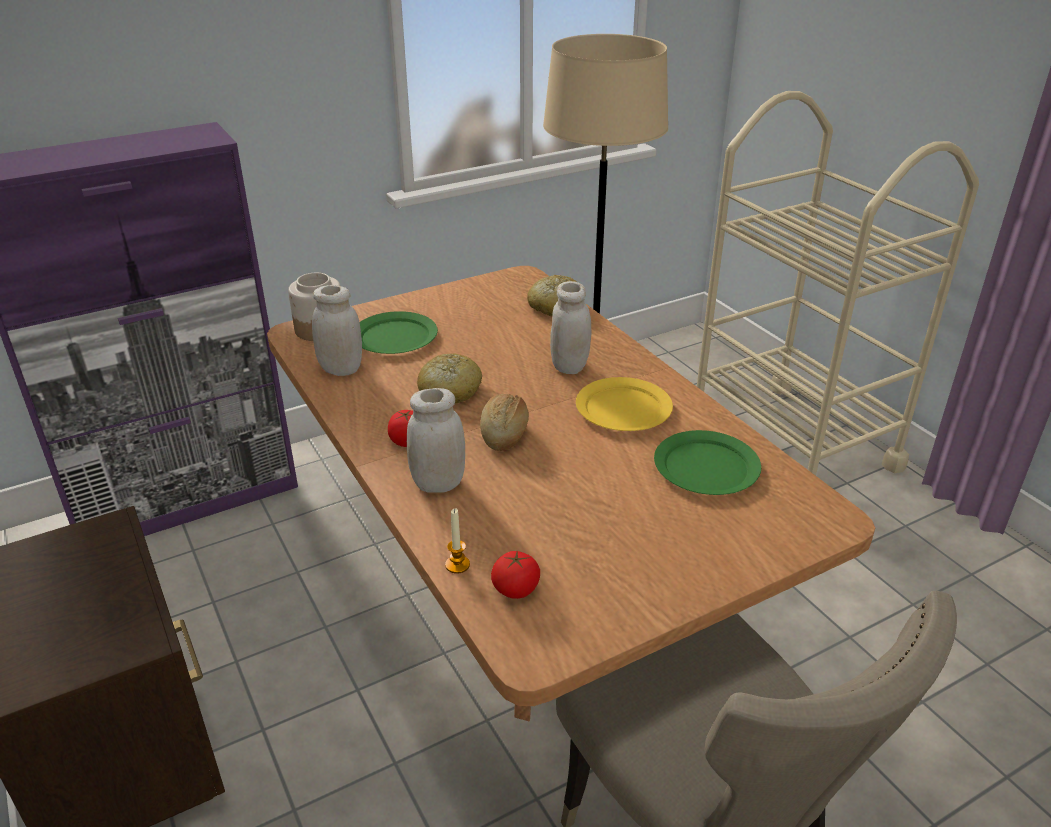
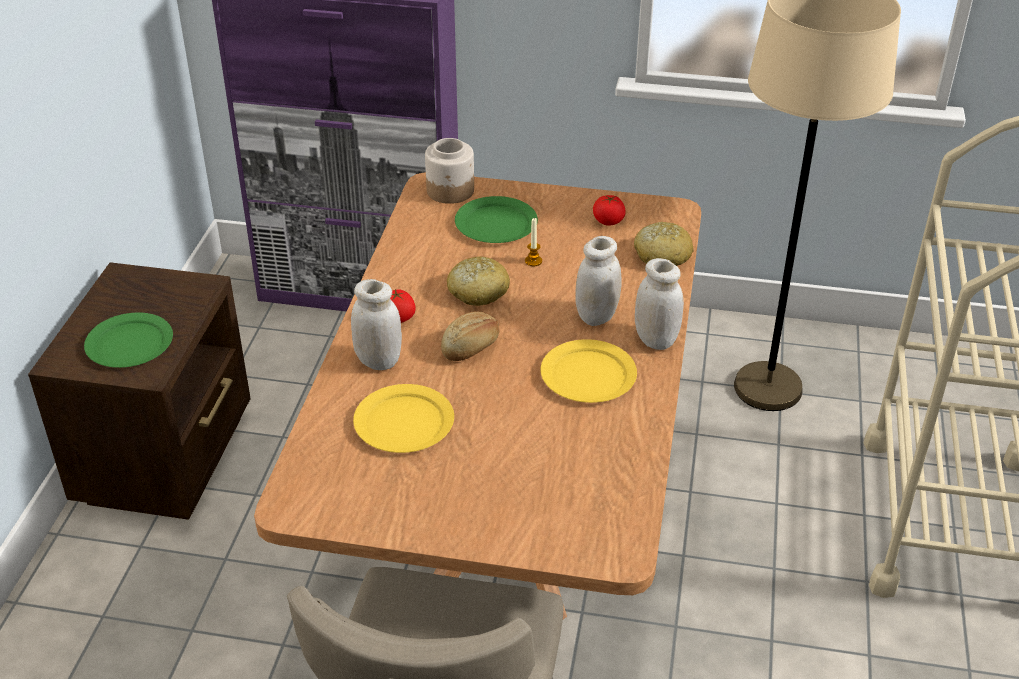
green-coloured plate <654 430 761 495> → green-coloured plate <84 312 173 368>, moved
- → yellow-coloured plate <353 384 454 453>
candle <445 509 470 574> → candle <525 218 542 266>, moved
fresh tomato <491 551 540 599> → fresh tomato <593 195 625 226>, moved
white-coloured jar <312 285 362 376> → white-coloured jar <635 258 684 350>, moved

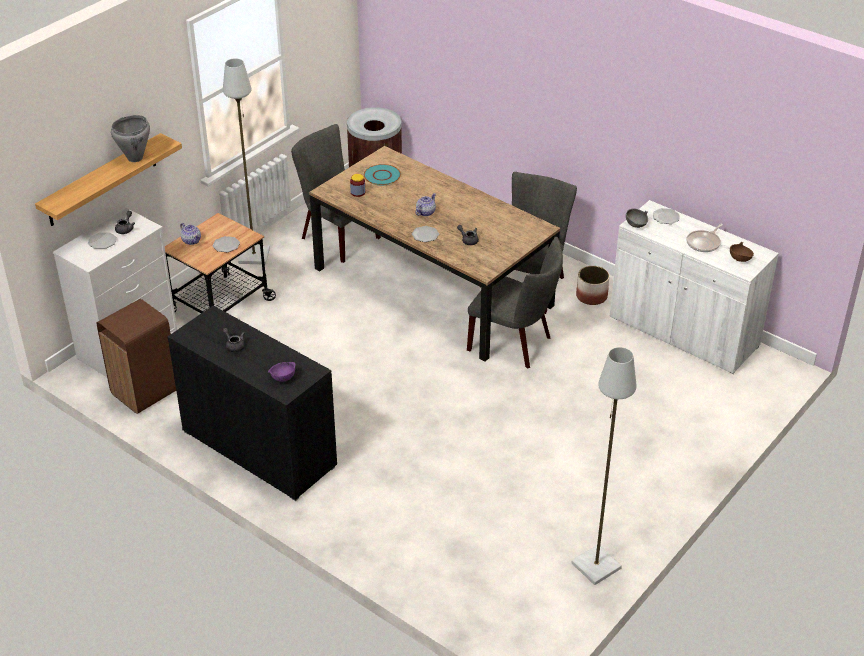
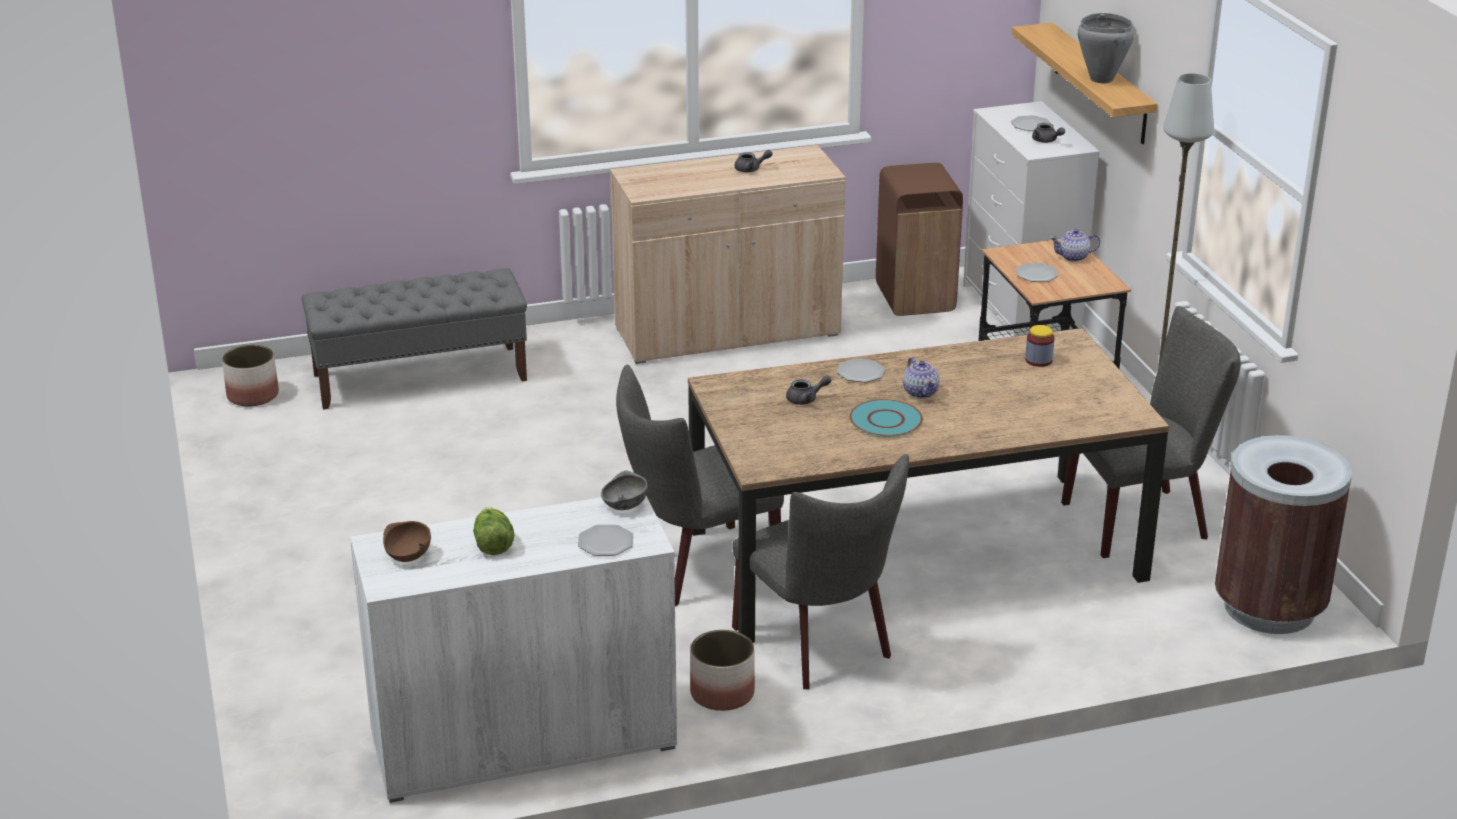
- → plant pot <222 345 279 406>
- → gray indoor bench <301 268 527 410>
frying pan <686 224 723 252> → head of lettuce <473 507 514 555>
black-coloured storage cabinet <168 305 337 501> → sand-coloured storage cabinet <610 145 846 364>
turquoise-coloured plate <364 164 401 185> → turquoise-coloured plate <849 399 923 437>, moved
purplish deep dish <268 362 296 382> → -
gray standard lamp <571 347 637 585> → -

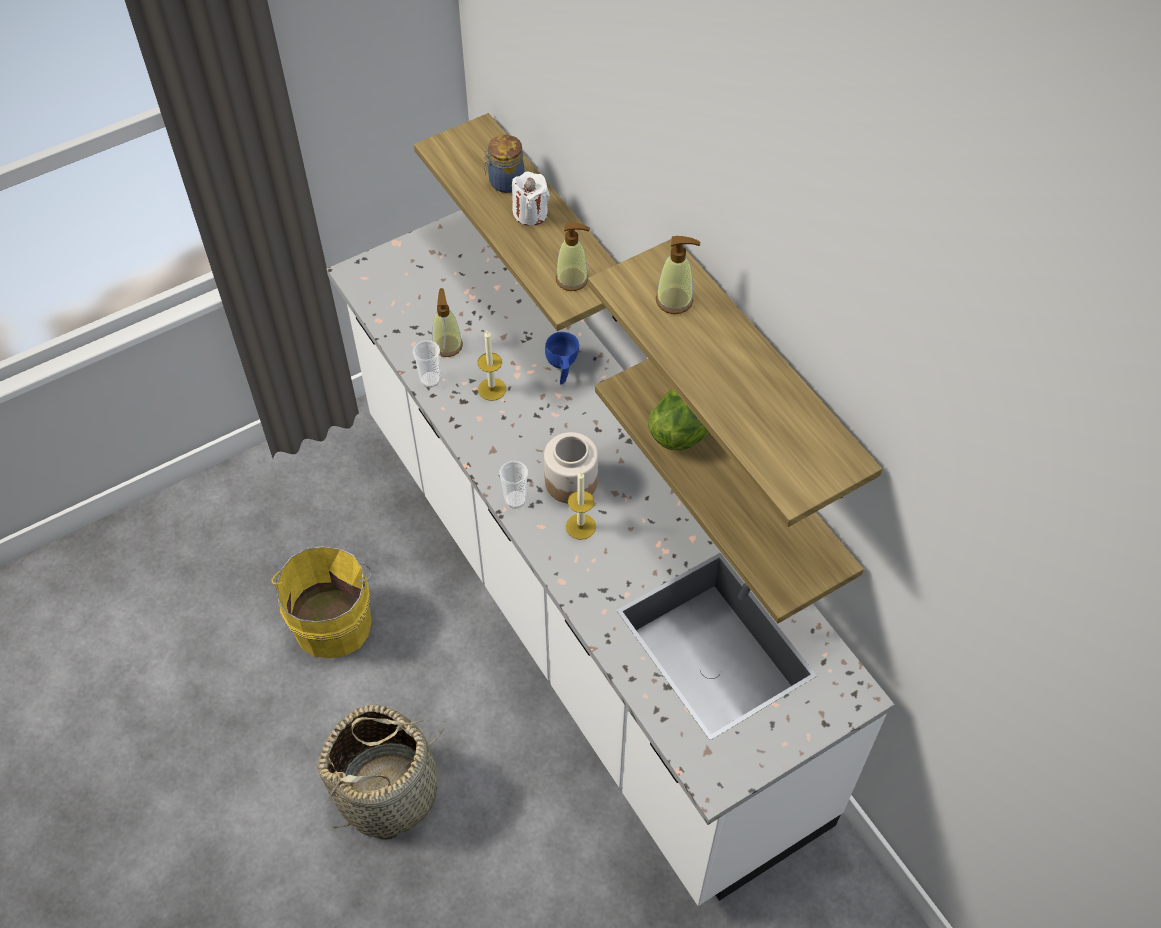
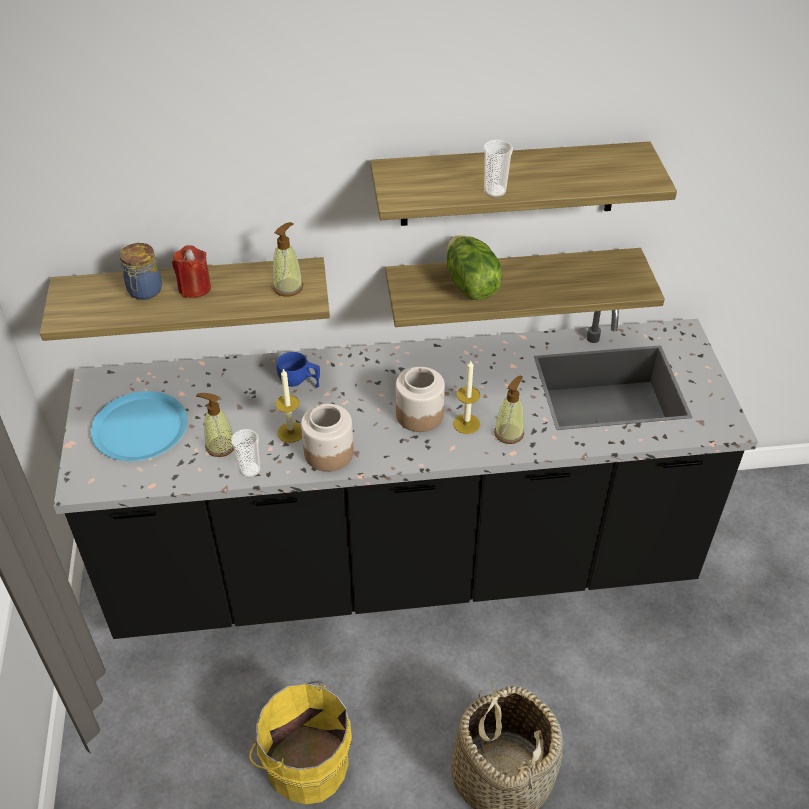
white-coloured counter <326 210 895 906> → black-coloured counter <54 310 758 639>
- → bluish plate <91 391 188 461>
white-coloured candle <512 171 550 226> → reddish candle <172 245 211 298>
- → jar <301 404 354 472>
small cup <499 461 528 509> → small cup <484 140 513 197>, moved
liquid soap bottle <656 236 700 314> → liquid soap bottle <494 376 524 444>, moved

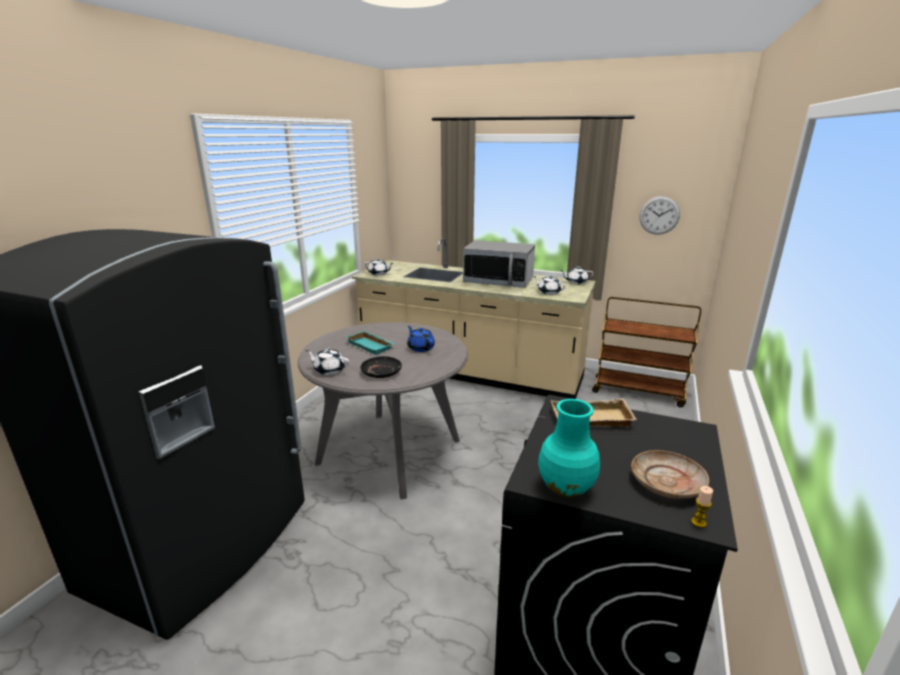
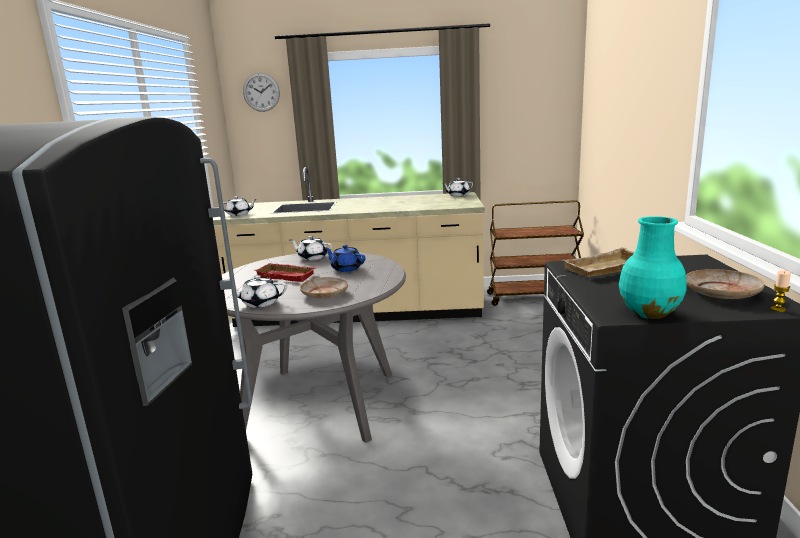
wall clock <639 196 680 235> → wall clock <243 73 280 112>, moved
turquoise-coloured tray <345 331 395 355> → reddish tray <253 263 316 282>
white-coloured tea pot <534 275 566 295> → white-coloured tea pot <290 236 332 260>, moved
black-coloured plate <361 356 402 378> → sand-coloured plate <300 277 348 298>
kitchen microwave <463 240 535 288> → -

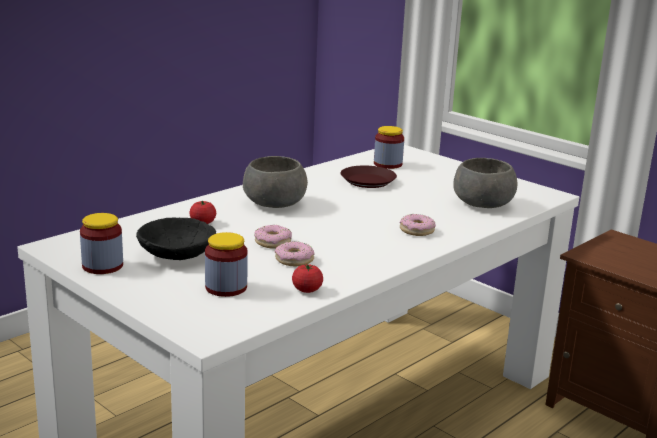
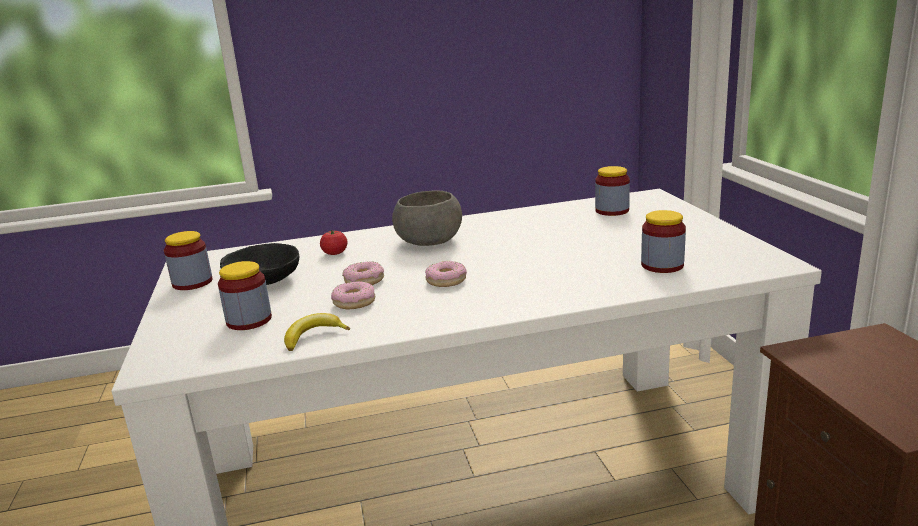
fresh tomato <292 264 323 293> → whole banana <284 313 350 351>
ring doughnut <400 214 436 236> → ring doughnut <425 261 467 287>, moved
gray deep dish <453 158 518 208> → jar <641 210 686 273>
brown plate <341 165 397 188> → -

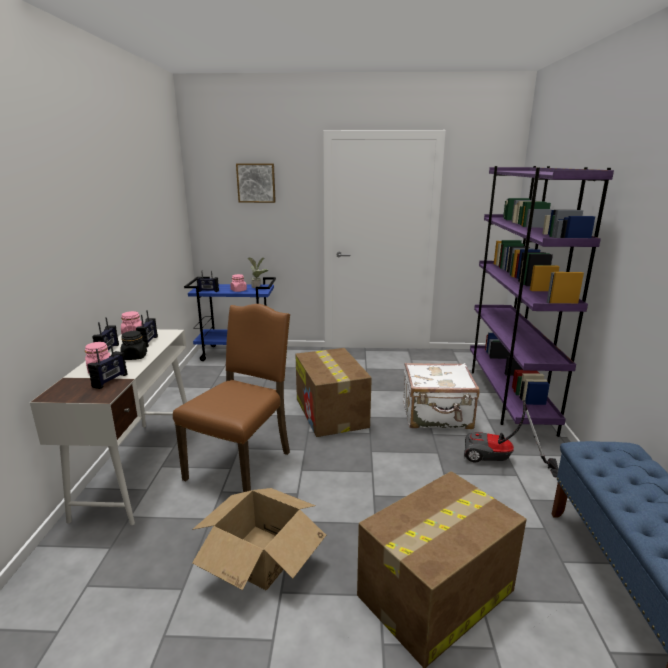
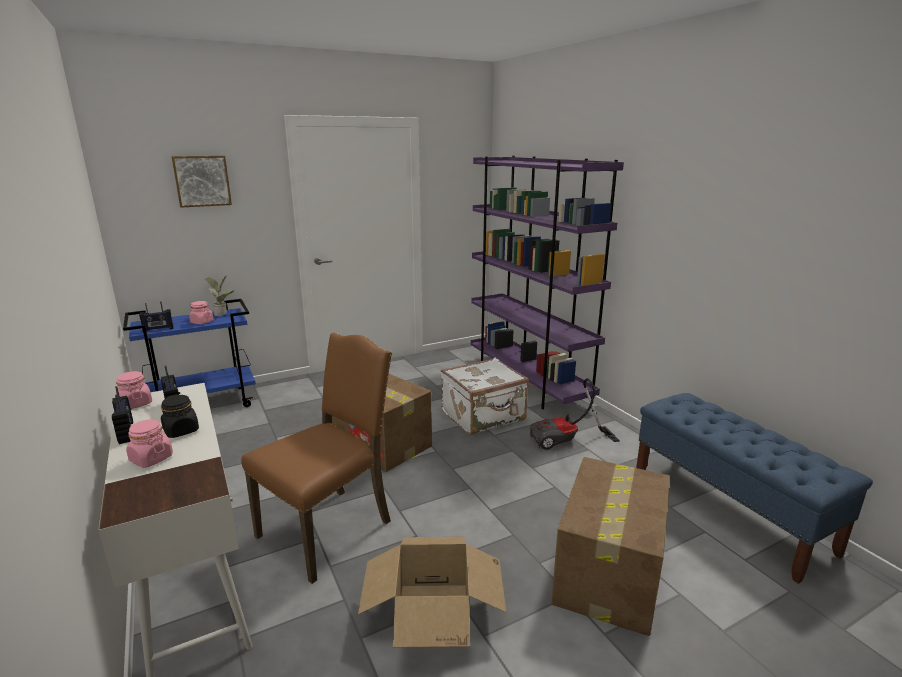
brown chair <173 304 290 492> → brown chair <241 333 392 584>, 45 degrees clockwise
radio receiver <87 343 127 389> → -

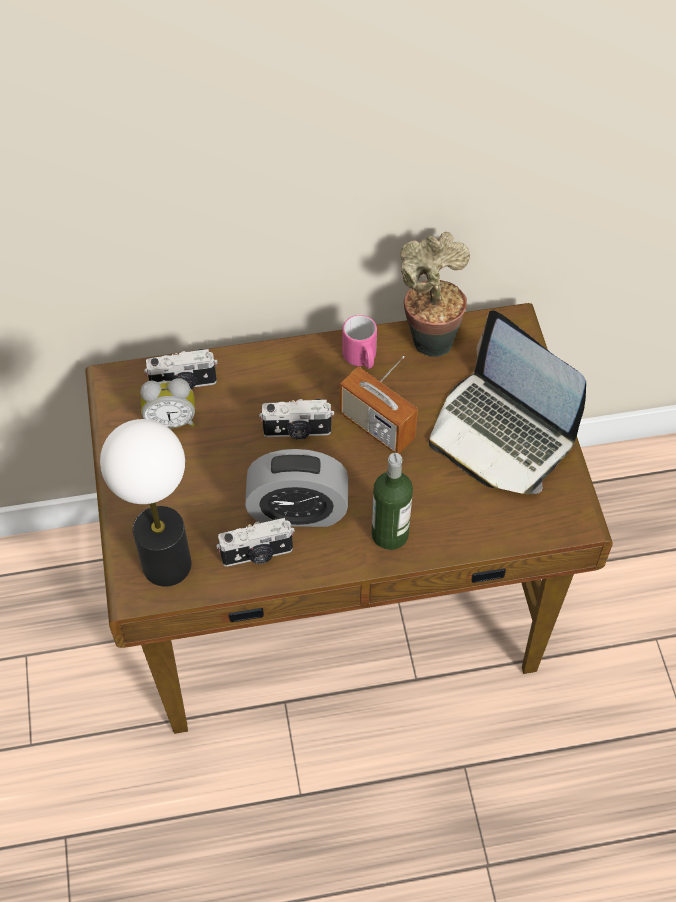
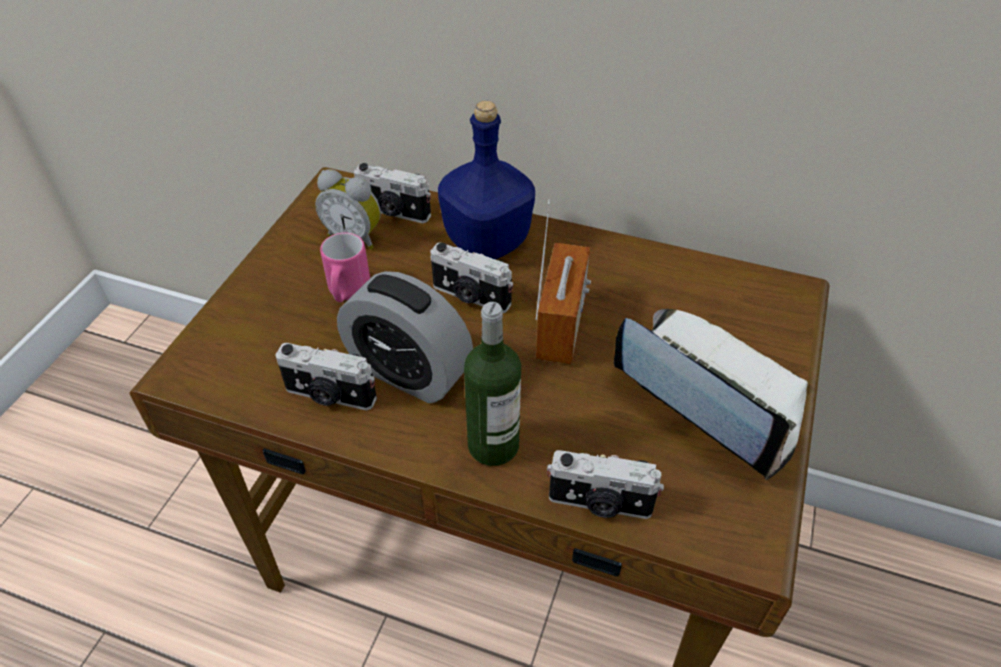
pink-coloured coffee mug <343 315 377 369> → pink-coloured coffee mug <320 233 370 302>, moved
- → bluish drink bottle <438 101 535 259>
radio receiver <340 356 418 453> → radio receiver <535 200 591 364>, 150 degrees counterclockwise
- → photo camera <547 450 664 519>
notebook computer <429 310 586 494> → notebook computer <614 309 808 480>, 150 degrees clockwise
table lamp <100 419 191 587> → -
plant in a pot <400 232 470 357> → -

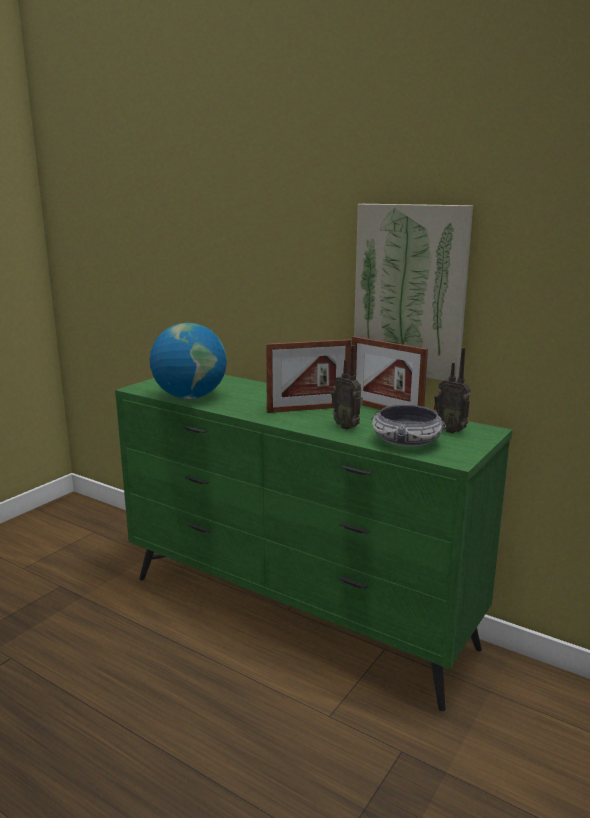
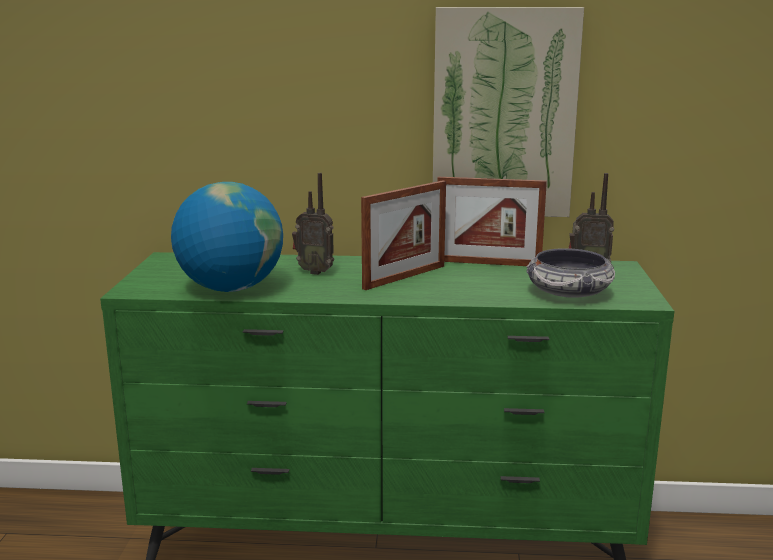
radio receiver <331 345 363 430> → radio receiver <292 173 334 275>, moved

